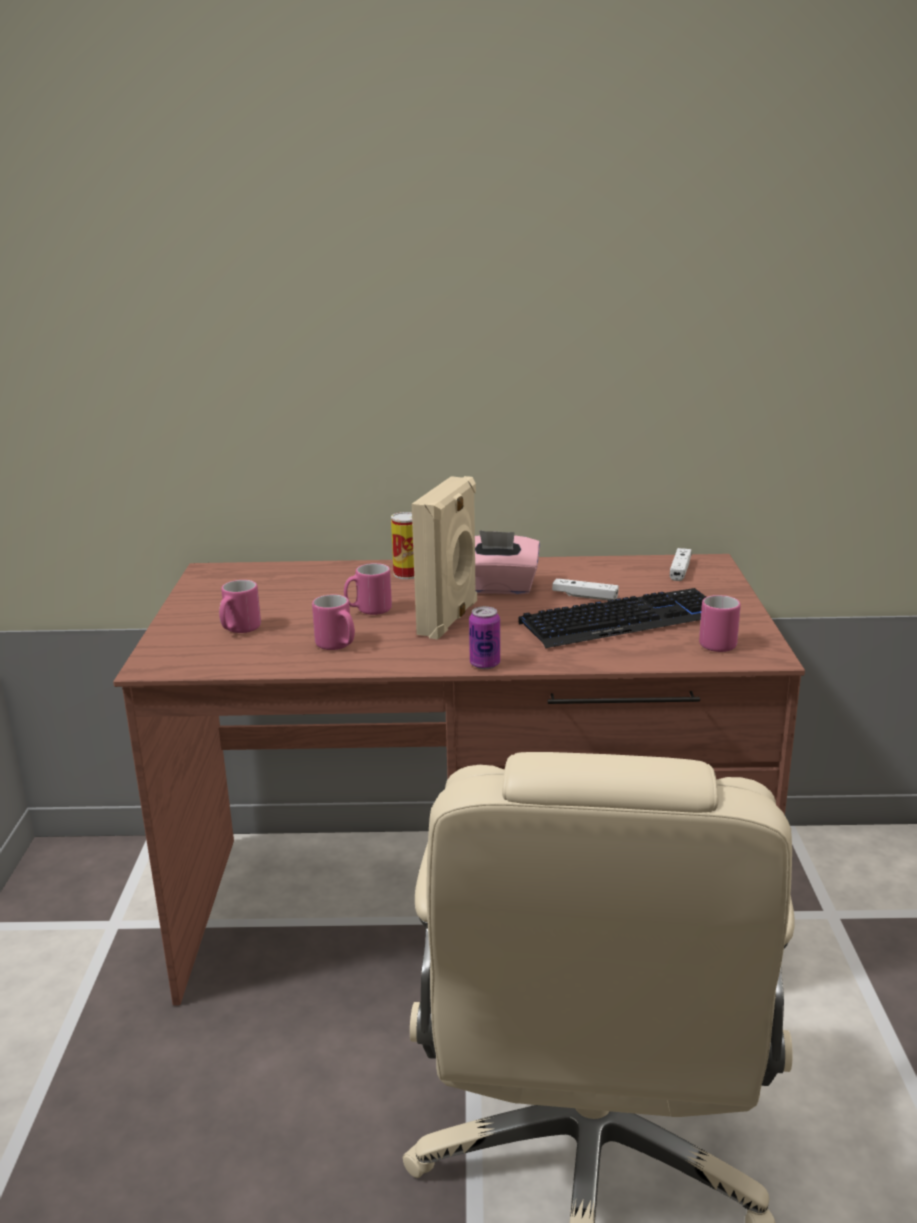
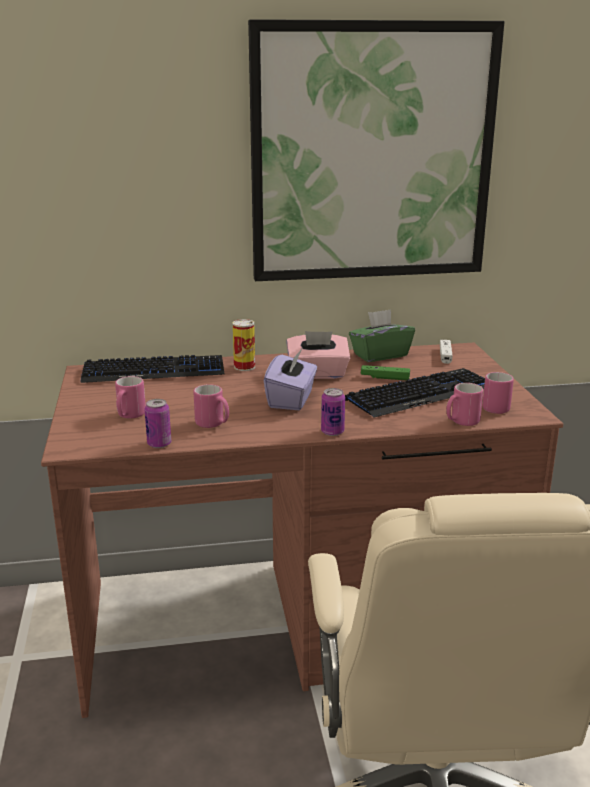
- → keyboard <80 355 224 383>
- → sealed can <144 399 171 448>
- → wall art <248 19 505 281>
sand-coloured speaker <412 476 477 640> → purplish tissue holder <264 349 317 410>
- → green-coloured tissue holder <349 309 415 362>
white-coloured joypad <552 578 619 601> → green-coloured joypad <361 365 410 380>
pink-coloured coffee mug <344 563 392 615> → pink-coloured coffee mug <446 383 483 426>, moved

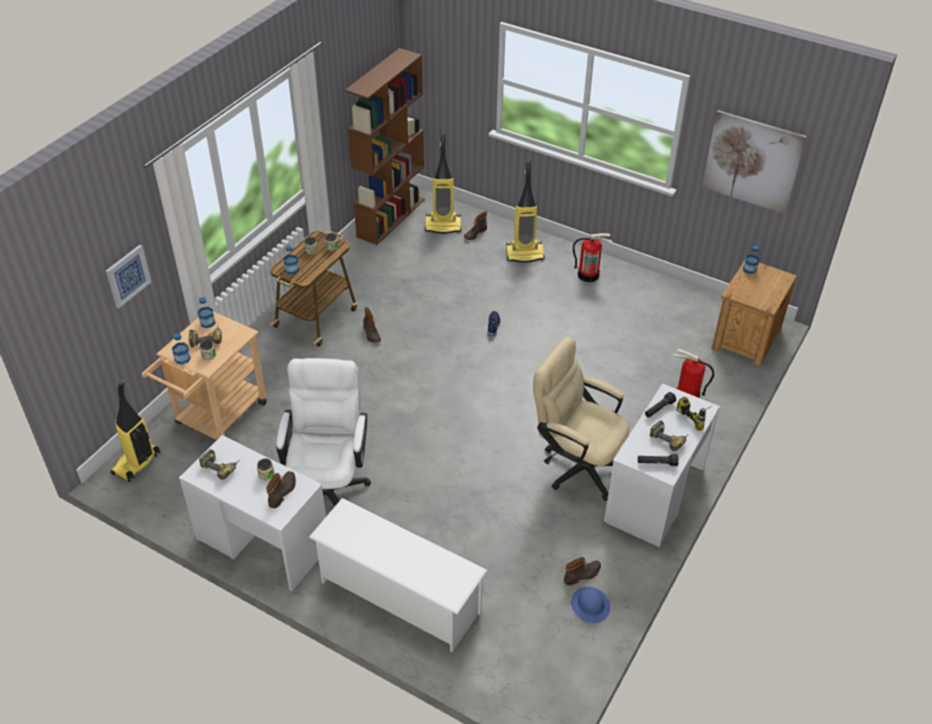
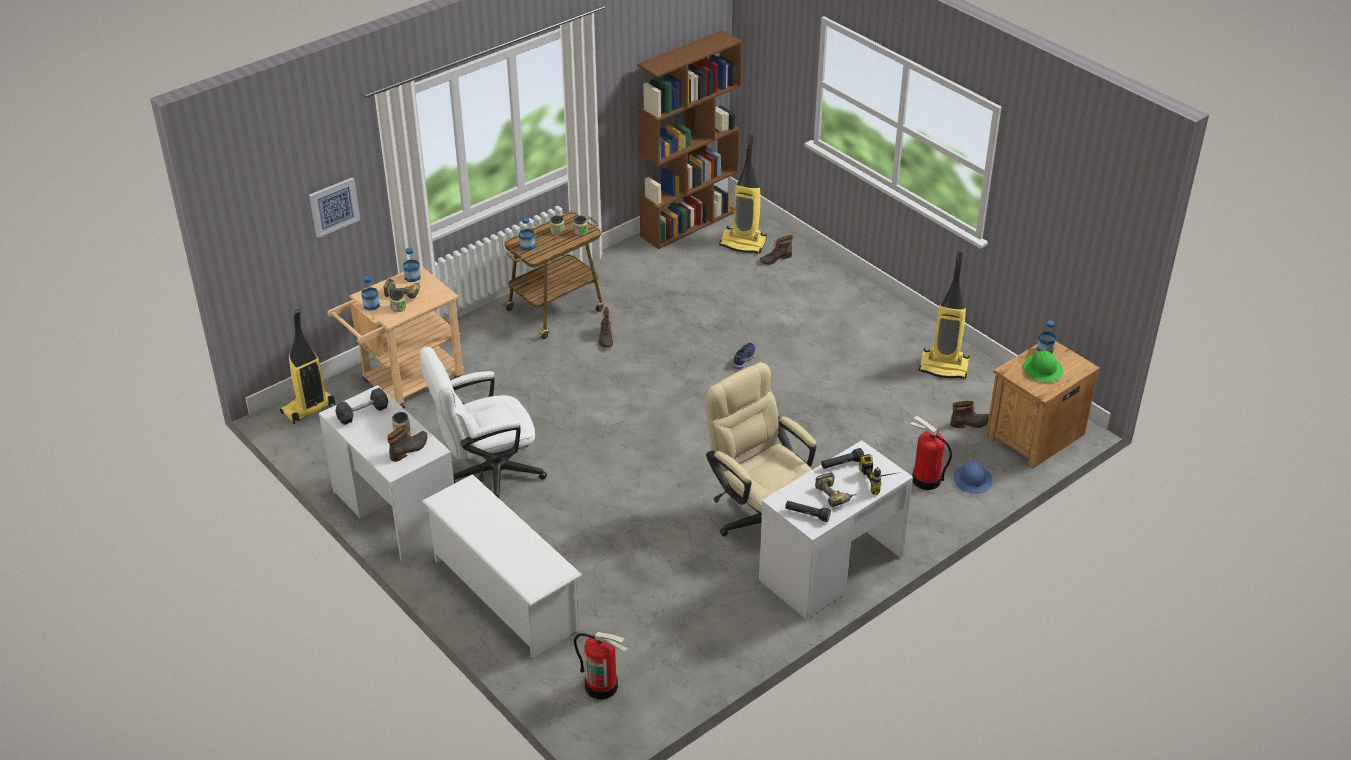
drill <199 449 240 480> → gray free weight <335 388 388 425>
white-coloured computer chair <276 358 371 506> → white-coloured computer chair <419 347 547 499>, 135 degrees counterclockwise
fire extinguisher <573 233 612 282> → fire extinguisher <574 631 627 699>, moved
vacuum <506 161 545 263> → vacuum <919 251 970 379>, moved
tall boot <564 557 601 585> → tall boot <950 401 989 428>, moved
bluish safety helmet <571 587 610 623> → bluish safety helmet <953 461 993 494>, moved
- → green-coloured safety helmet <1023 350 1063 382>
wall art <702 110 807 214> → -

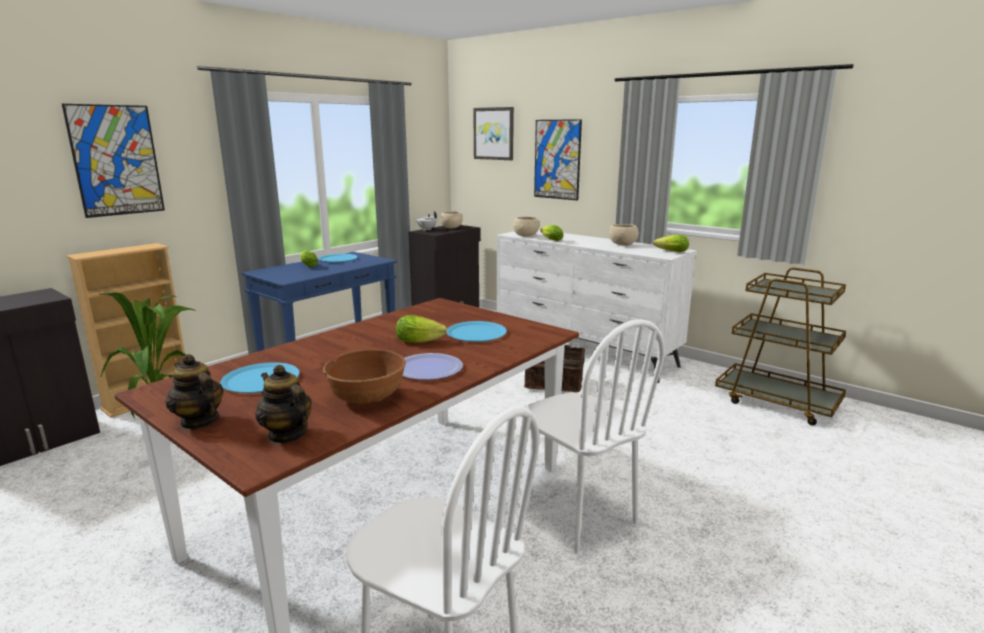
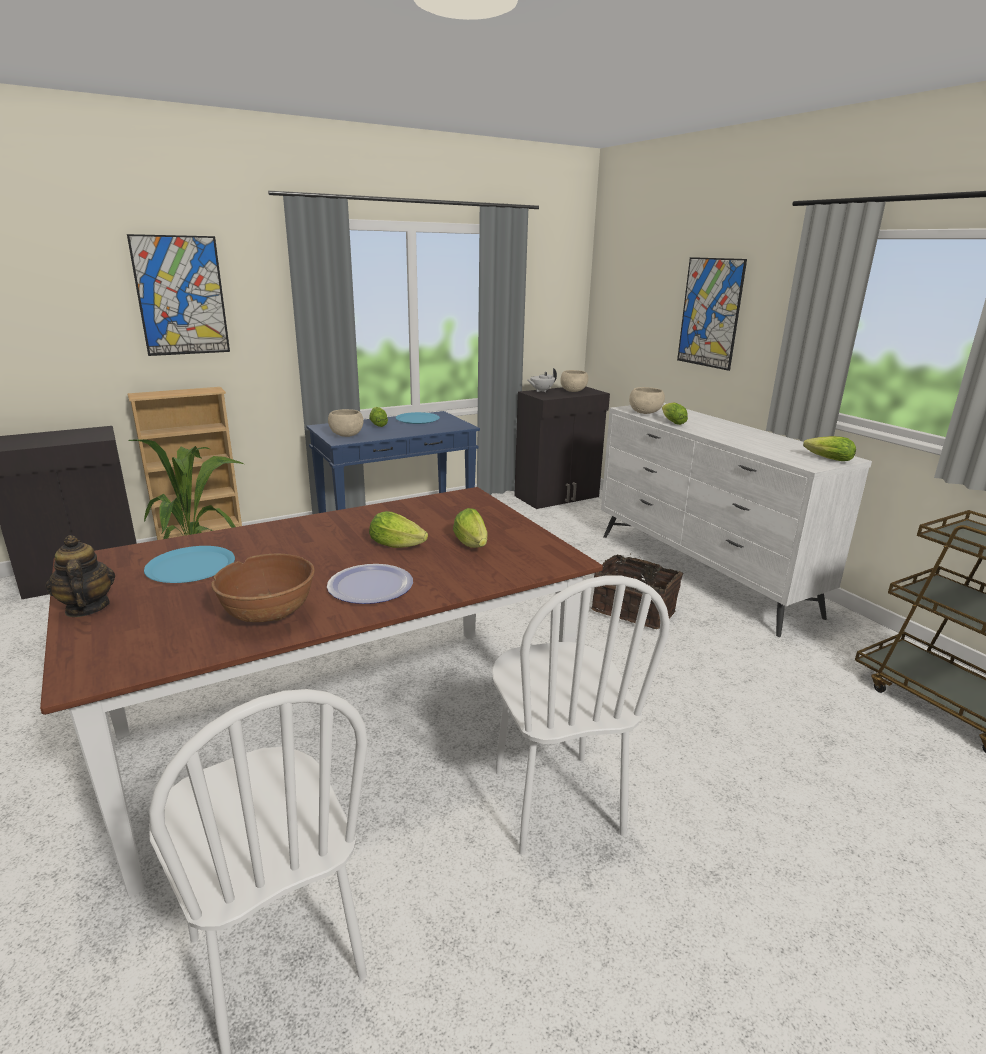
sand-coloured deep dish <609 224 639 246> → sand-coloured deep dish <328 409 364 437>, moved
bluish plate <446 321 507 342> → head of lettuce <453 508 487 548>
tea pot <255 365 312 444> → -
wall art <473 107 514 160> → -

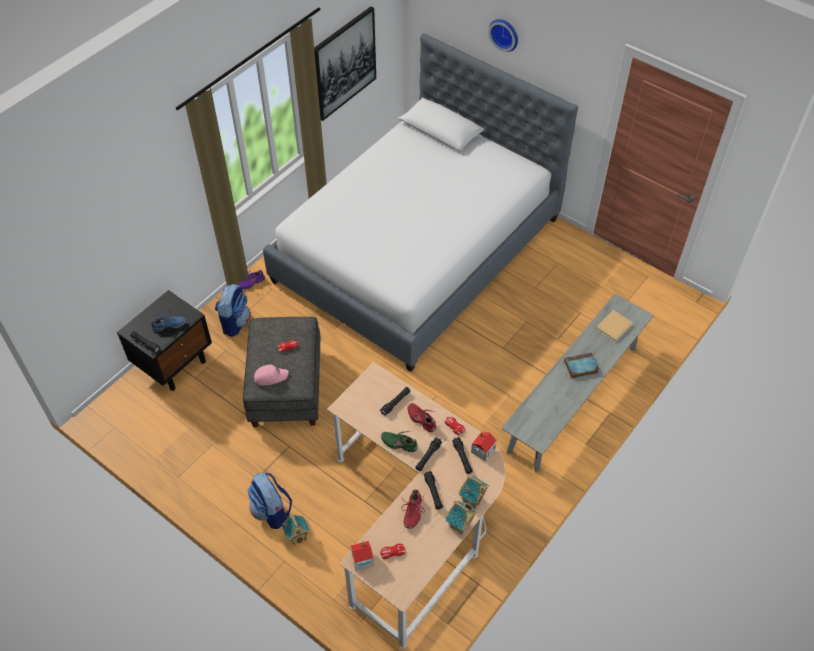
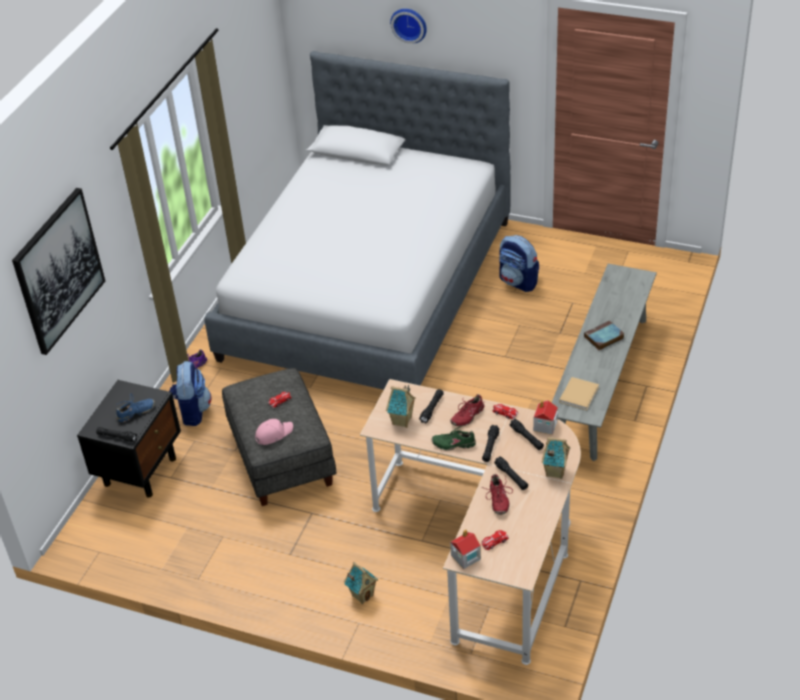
wall art <314 6 376 121> → wall art <12 188 105 355>, moved
model house <445 501 477 535> → model house <386 385 416 428>, moved
reddish shoe <407 403 437 432> → reddish shoe <450 394 484 426>, 75 degrees counterclockwise
backpack <247 472 292 529> → backpack <499 235 539 292>, moved
sand-coloured book <596 310 633 342> → sand-coloured book <559 377 599 410>, moved

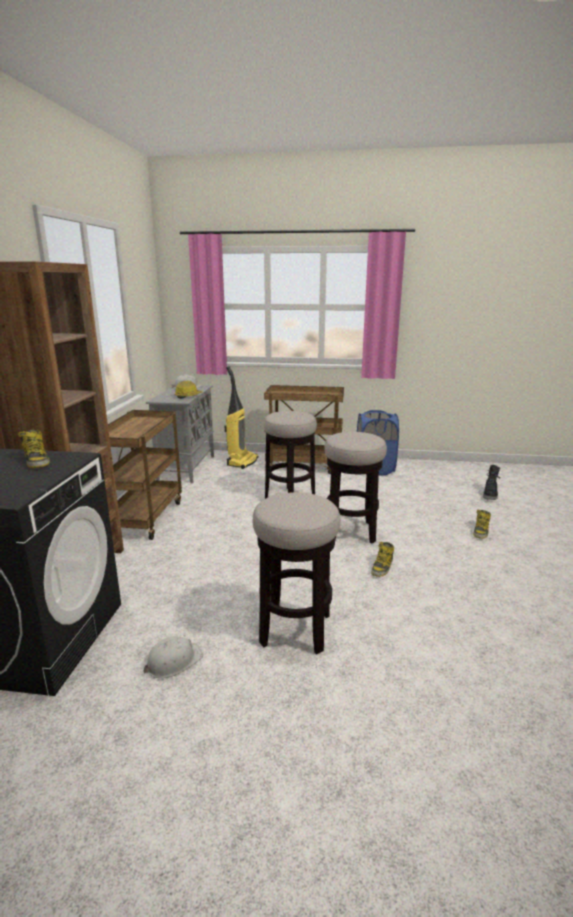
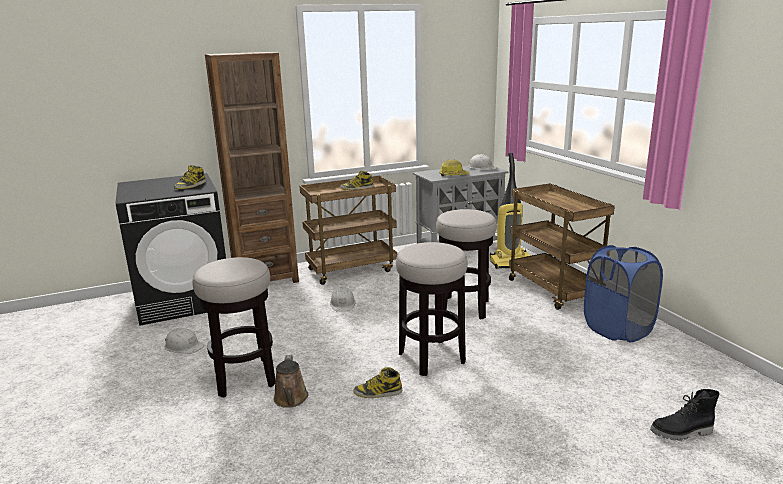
- → brown sprinkling can <273 355 309 408>
- → white-coloured safety helmet <330 287 355 312>
tall boot <473 510 491 539> → tall boot <340 171 374 190>, moved

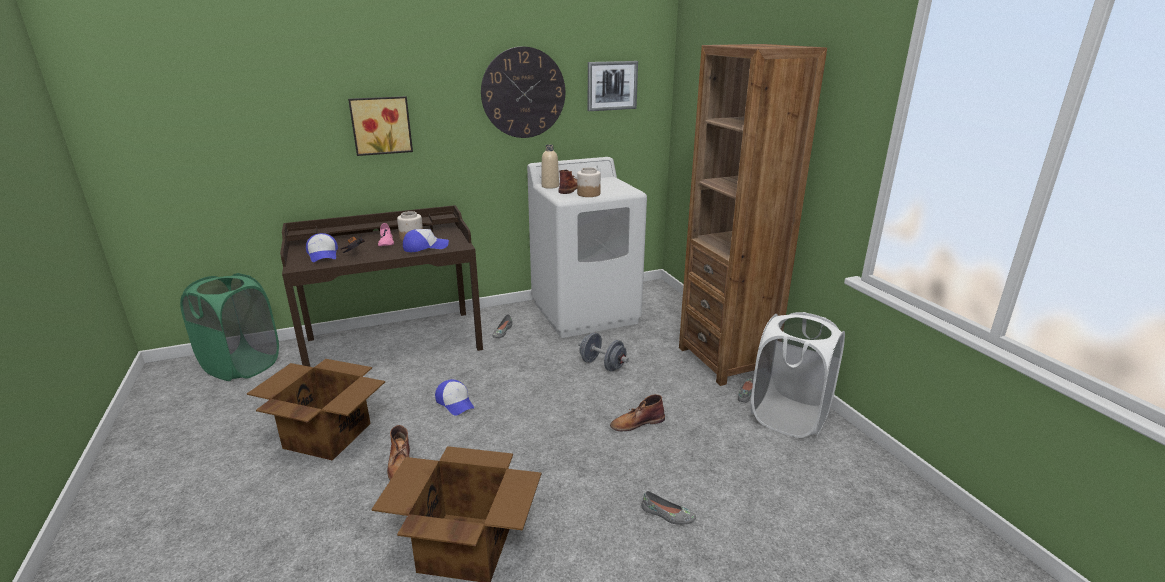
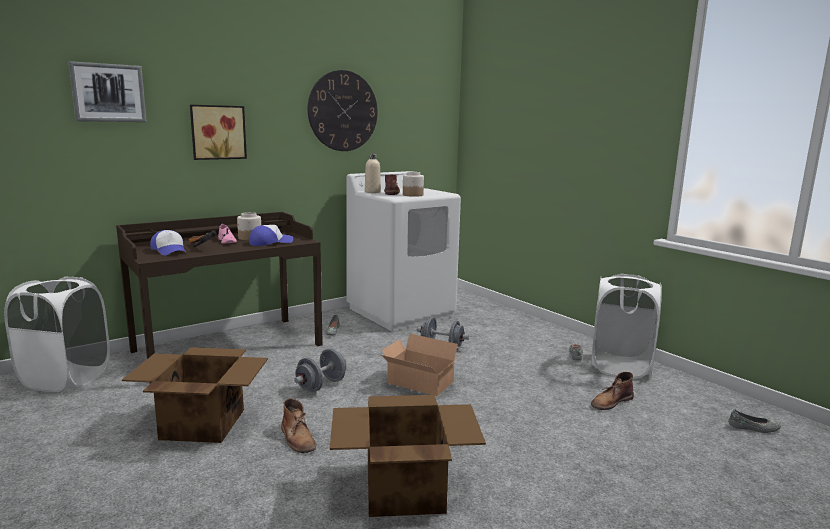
green-coloured washing basket <180 273 279 381> → white-coloured washing basket <4 277 110 392>
wall art <588 61 638 111> → wall art <68 61 147 122>, moved
baseball cap <435 379 474 416> → gray free weight <294 348 346 392>
- → carton <382 333 463 396>
brown tall boot <610 394 665 431> → brown tall boot <591 372 634 410>, moved
gray shoe <641 491 696 525> → gray shoe <728 409 781 433>, moved
brown bookshelf <679 44 827 386> → -

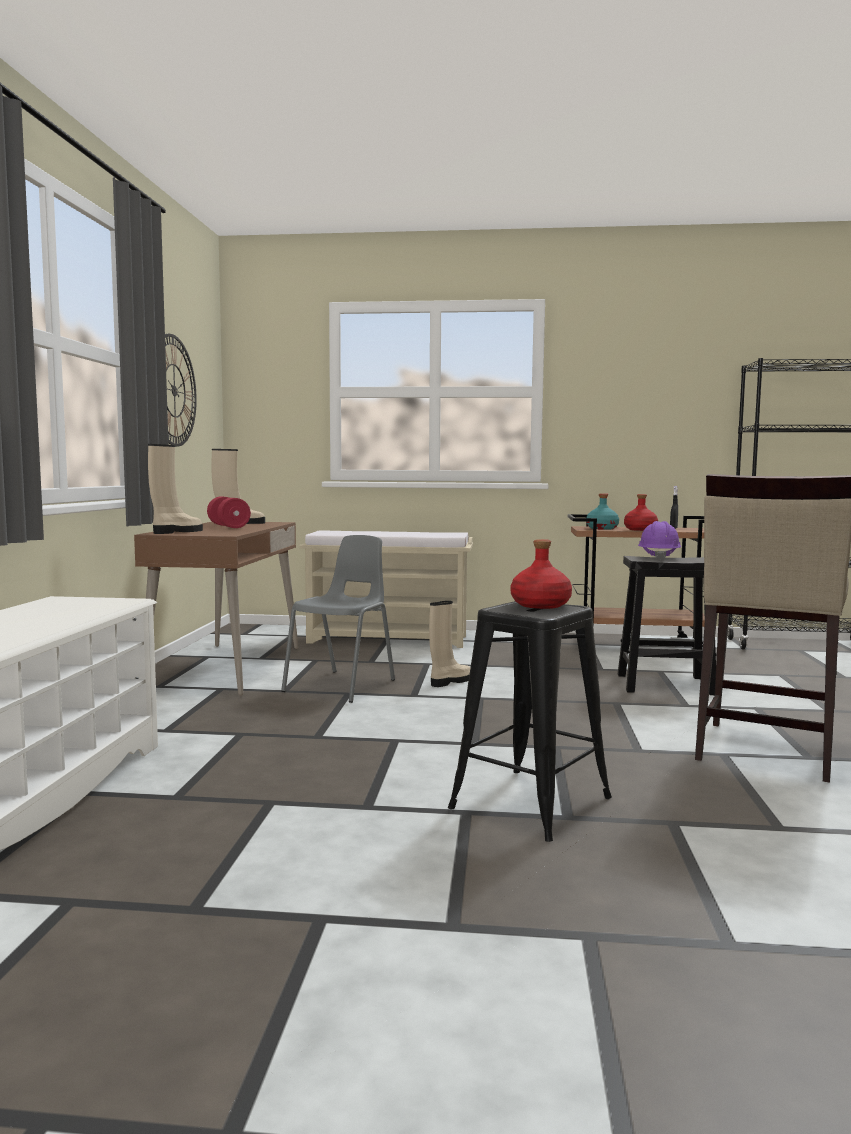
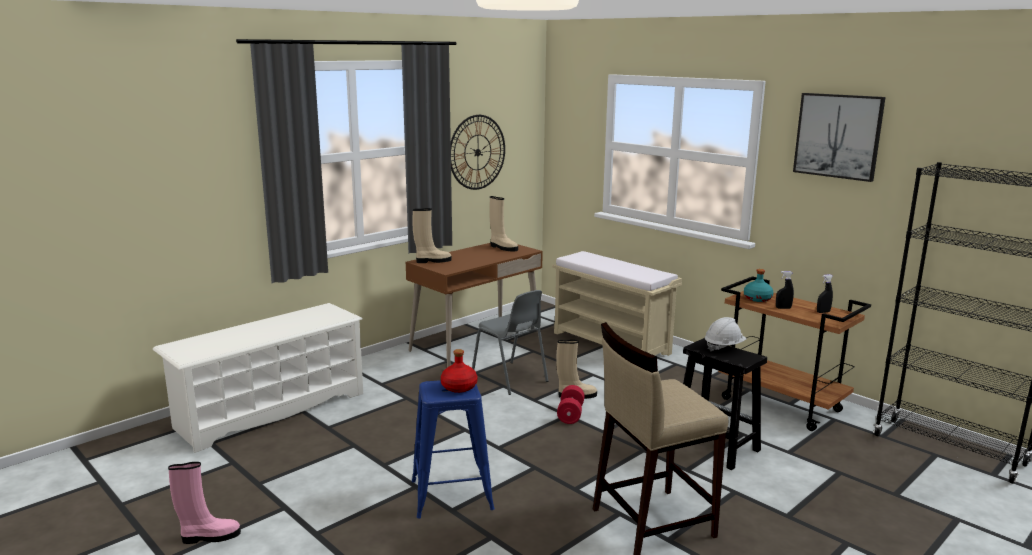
- → pink-coloured tall boot <168 462 241 544>
black-coloured stool seat <448 601 612 842> → bluish stool seat <412 380 495 518>
gray chair <281 535 395 703> → gray chair <472 290 548 395>, 75 degrees clockwise
reddish free weight <207 496 251 528> → reddish free weight <557 385 585 424>, moved
purplish safety helmet <638 521 681 560> → white-coloured safety helmet <705 317 747 351>
reddish drink bottle <624 494 658 531> → black-coloured sprayer <776 271 794 309>
- → wall art <793 93 886 182>

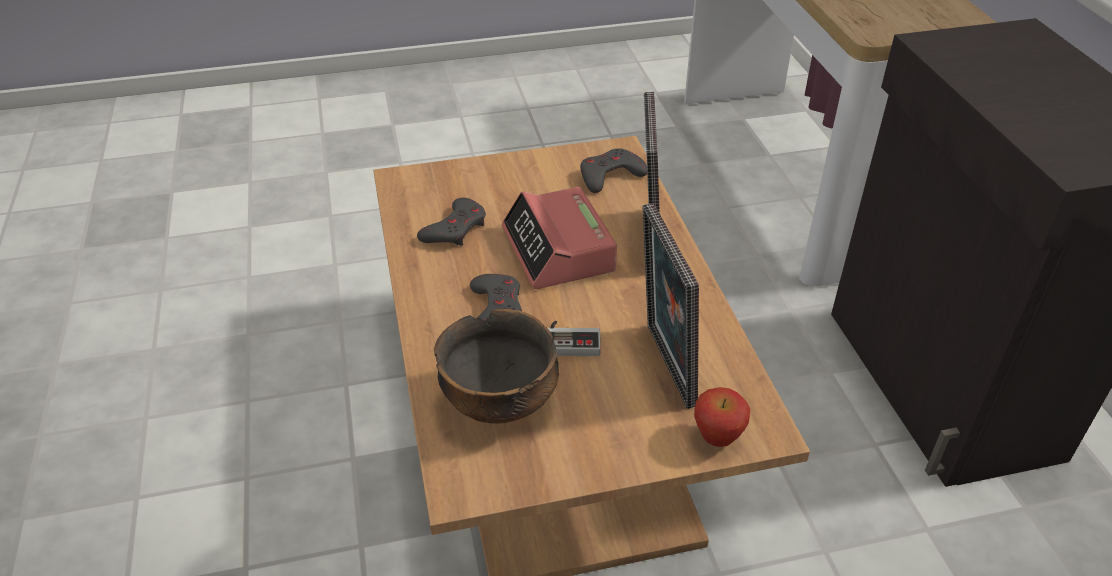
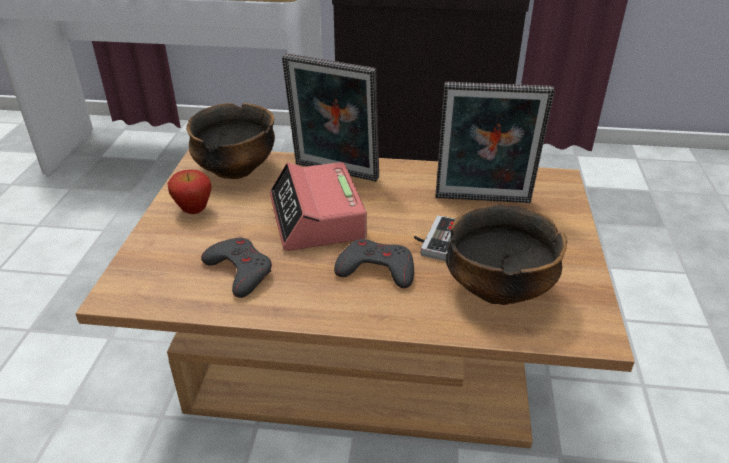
apple fruit <694 387 750 447> → apple fruit <168 170 212 214>, moved
gray joypad <580 148 647 193> → deep dish <186 103 275 179>
bedside clock <502 187 617 289> → bedside clock <270 162 367 251>, 75 degrees clockwise

